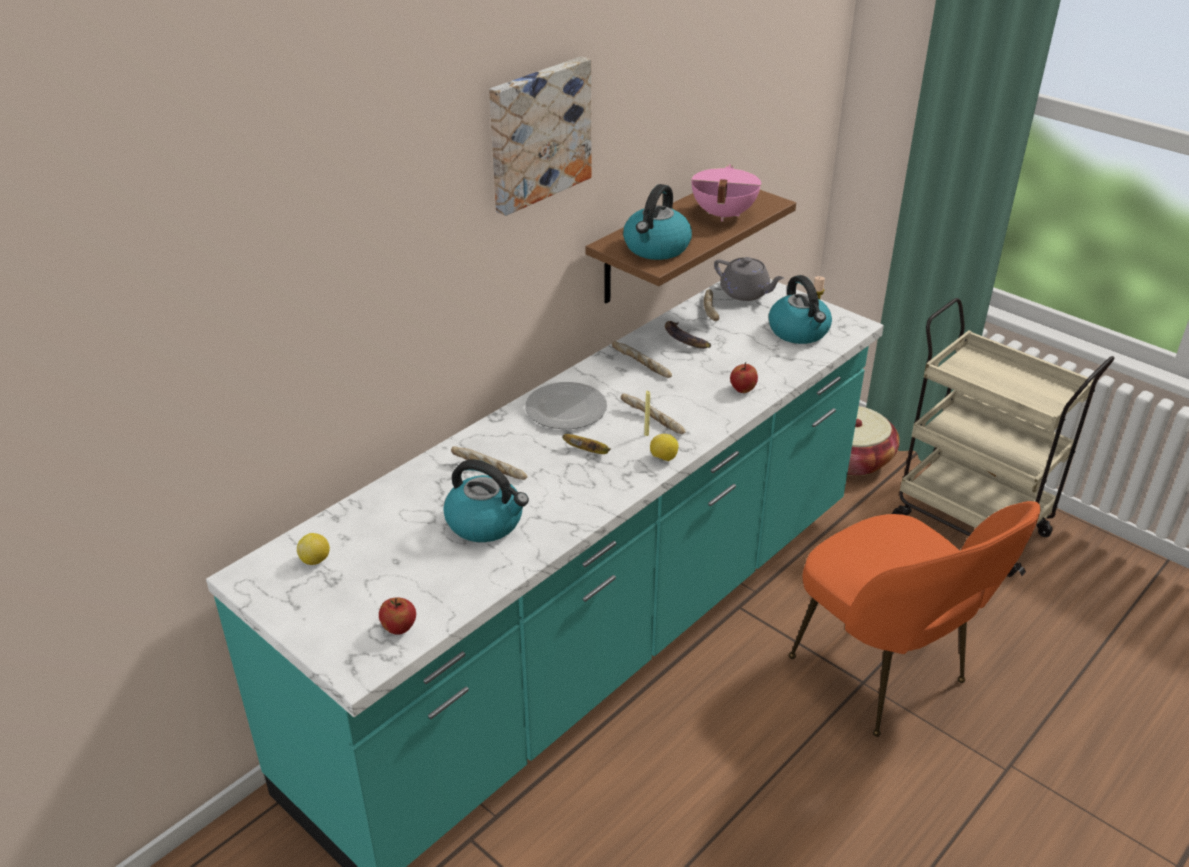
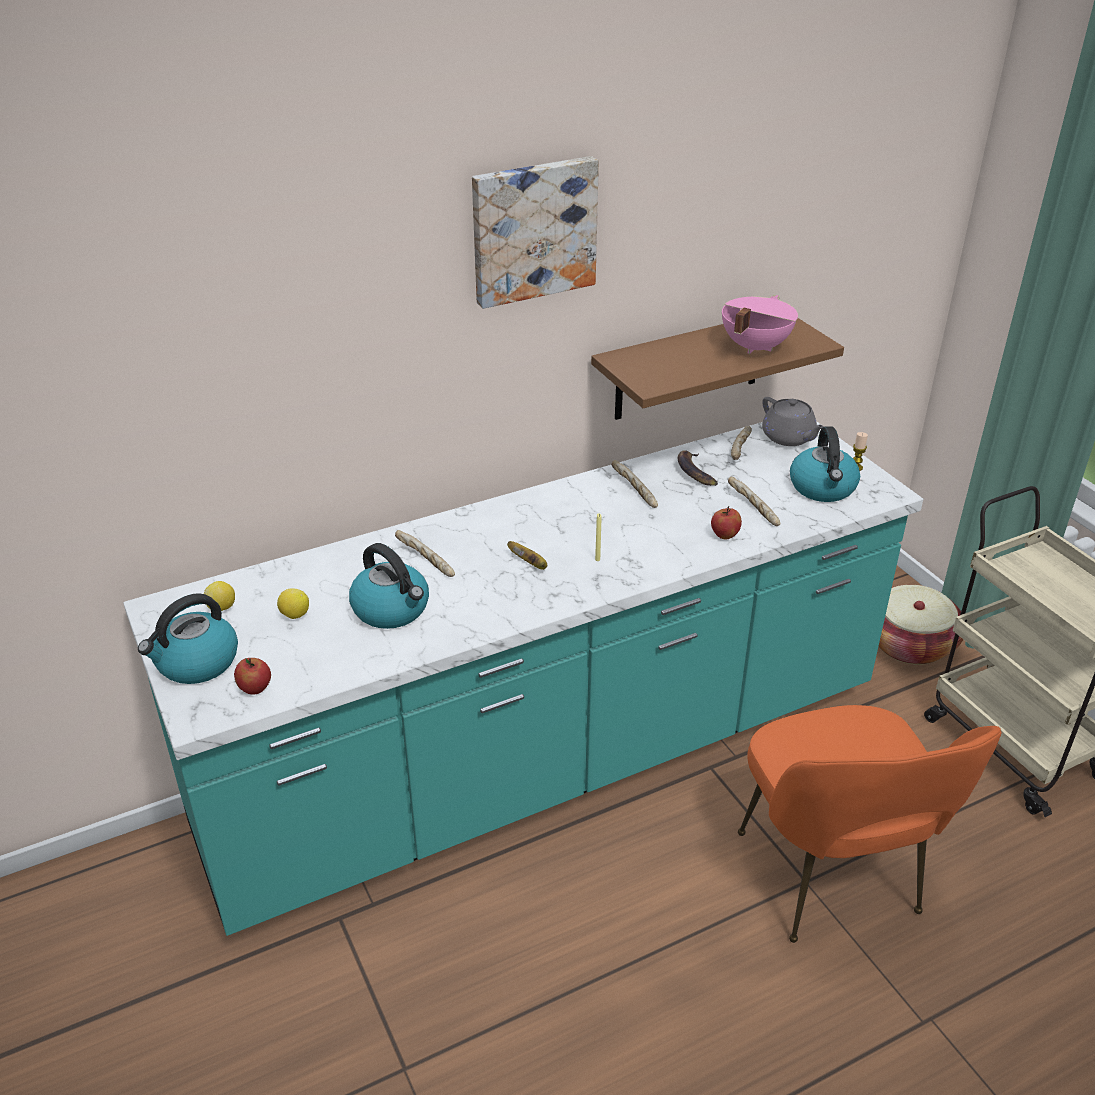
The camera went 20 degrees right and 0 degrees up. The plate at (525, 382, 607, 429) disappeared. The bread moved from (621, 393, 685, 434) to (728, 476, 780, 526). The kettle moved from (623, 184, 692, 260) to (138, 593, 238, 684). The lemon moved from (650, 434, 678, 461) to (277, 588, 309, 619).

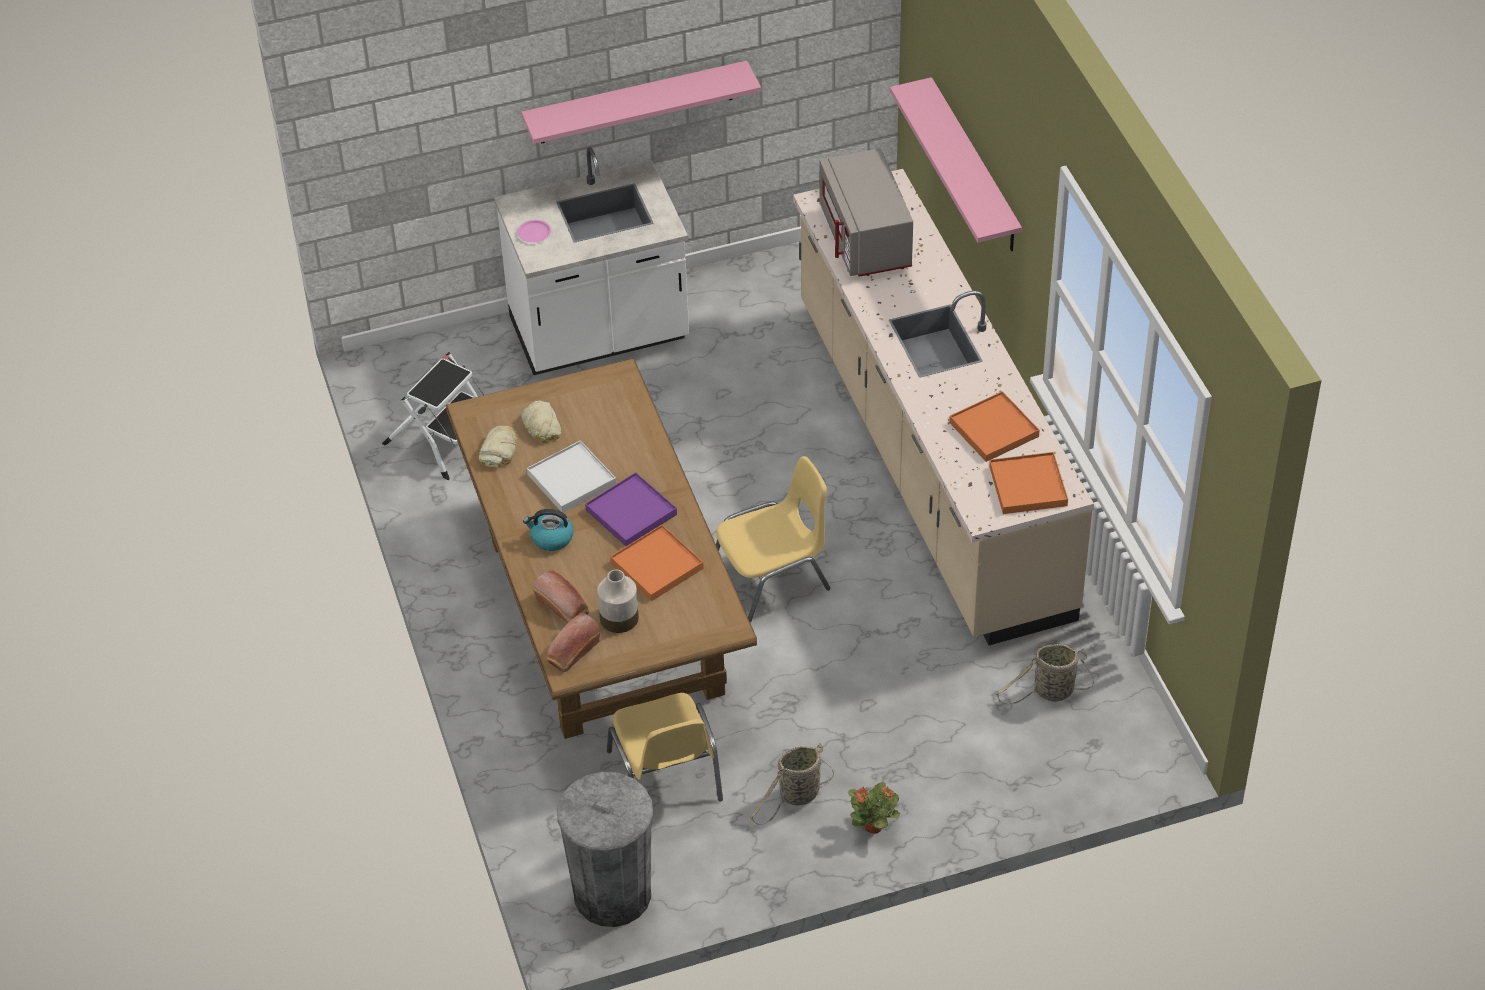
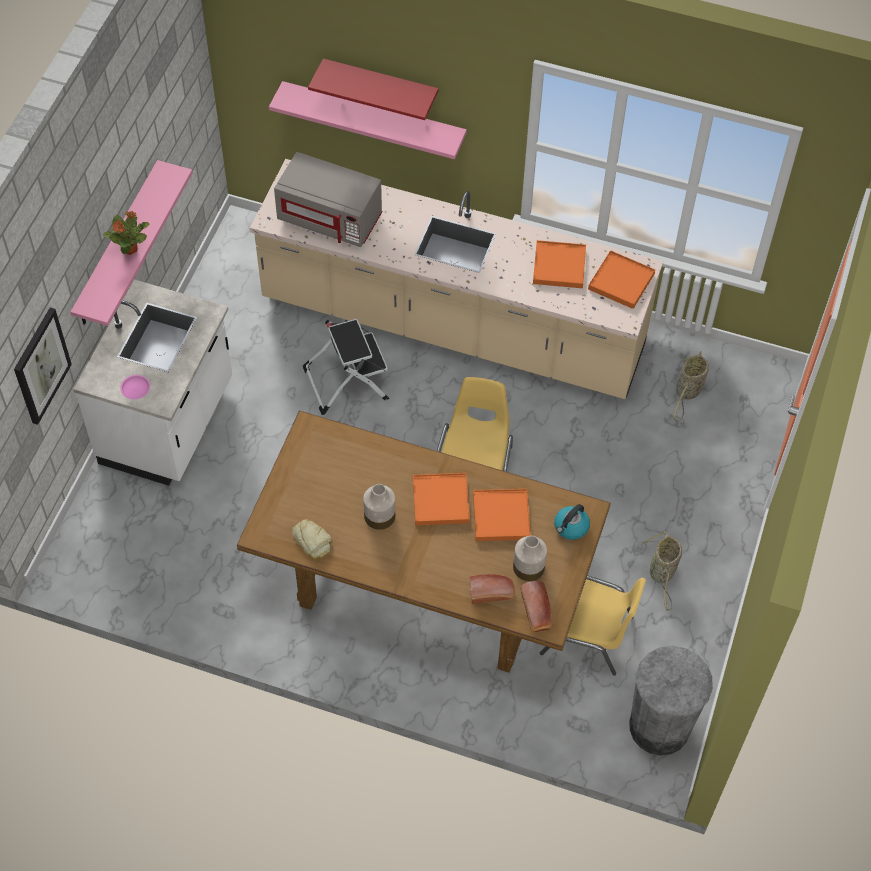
The camera went 55 degrees left and 10 degrees up. The step ladder moved from (382, 352, 484, 480) to (303, 319, 389, 415). The bread at (521, 400, 561, 443) disappeared. The kettle moved from (523, 509, 573, 551) to (554, 504, 590, 540). The white tray at (527, 440, 616, 512) was replaced by the beige vase at (363, 484, 395, 530). The purple tray at (585, 472, 677, 546) became the orange tray at (413, 473, 470, 525). The potted plant moved from (848, 782, 900, 833) to (103, 211, 149, 255). The picture at (14, 307, 72, 425) appeared. The red shelf at (308, 58, 439, 120) appeared.

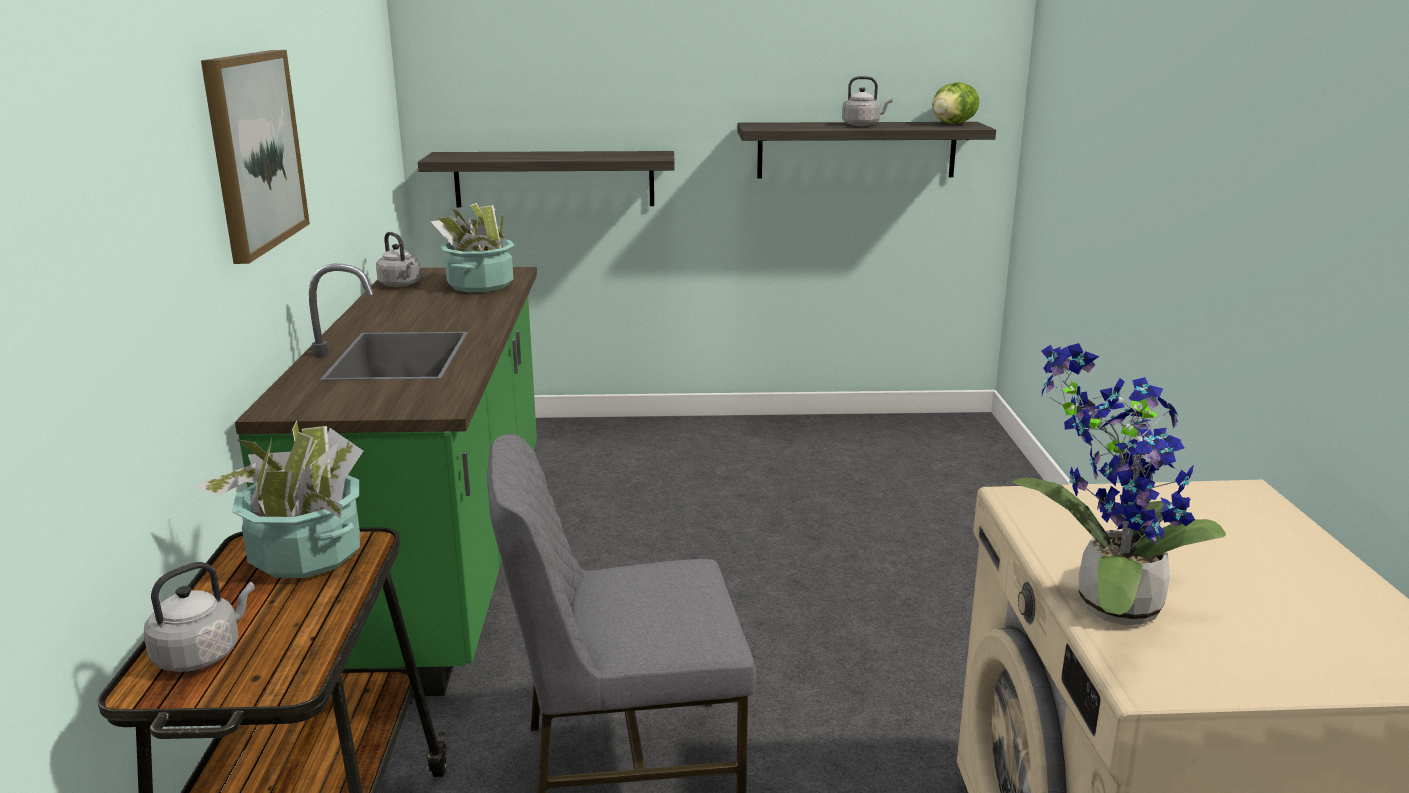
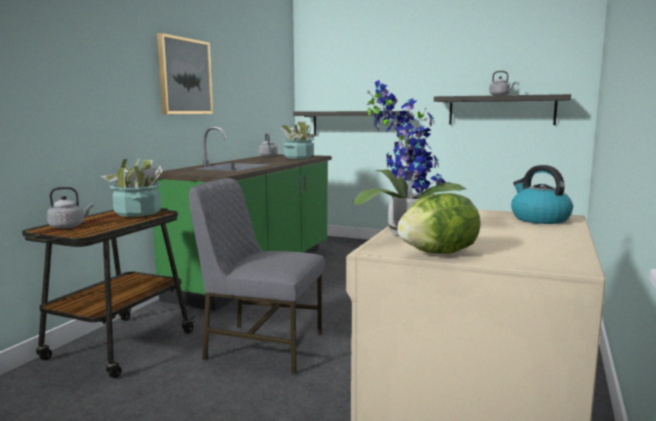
The camera went 25 degrees right and 10 degrees down. The lettuce moved from (932, 82, 979, 124) to (397, 193, 481, 254). The kettle at (511, 165, 573, 224) appeared.

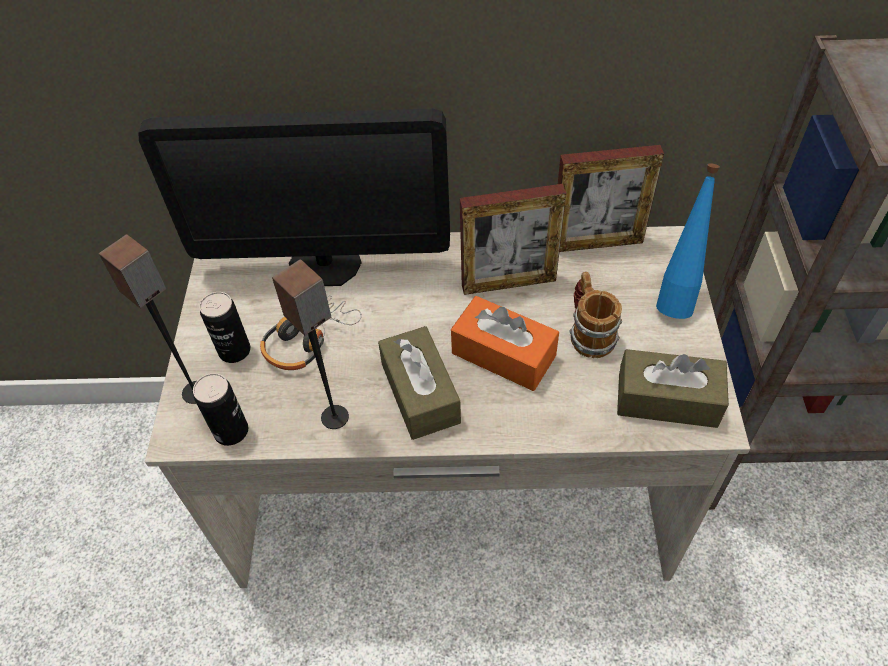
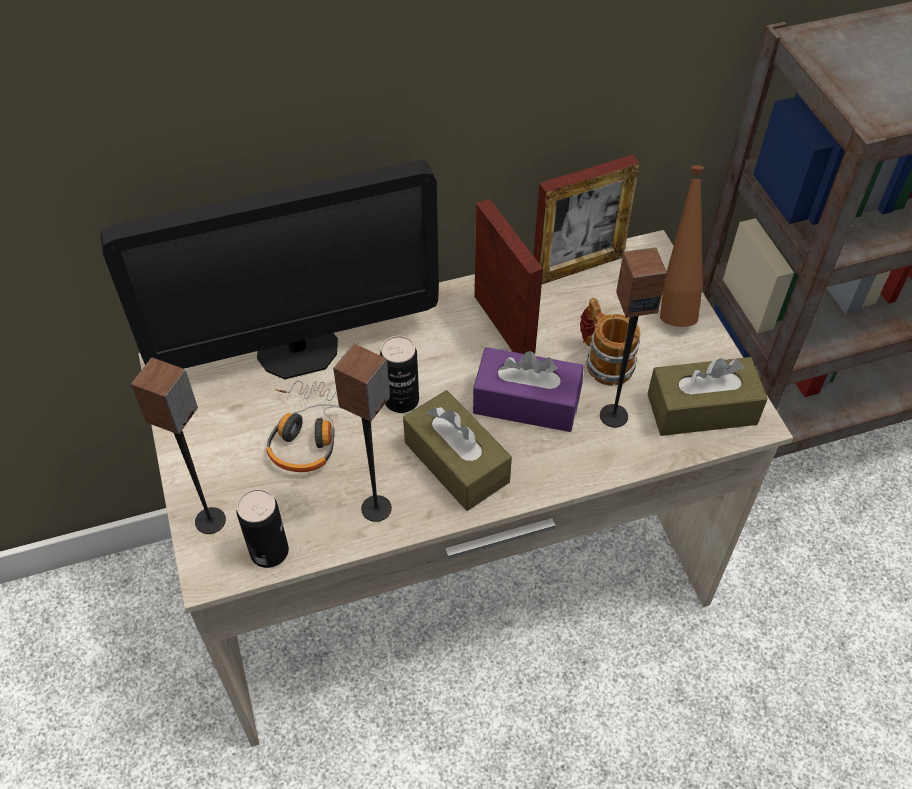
The camera went 20 degrees left and 0 degrees up. The can moved from (199, 292, 251, 363) to (380, 336, 419, 413). The orange tissue box at (451, 296, 559, 391) became the purple tissue box at (473, 347, 584, 432). The picture frame at (460, 184, 566, 295) turned 90 degrees counterclockwise. The blue bottle at (656, 164, 720, 319) became the brown bottle at (660, 165, 704, 327). The speaker at (600, 247, 667, 428) appeared.

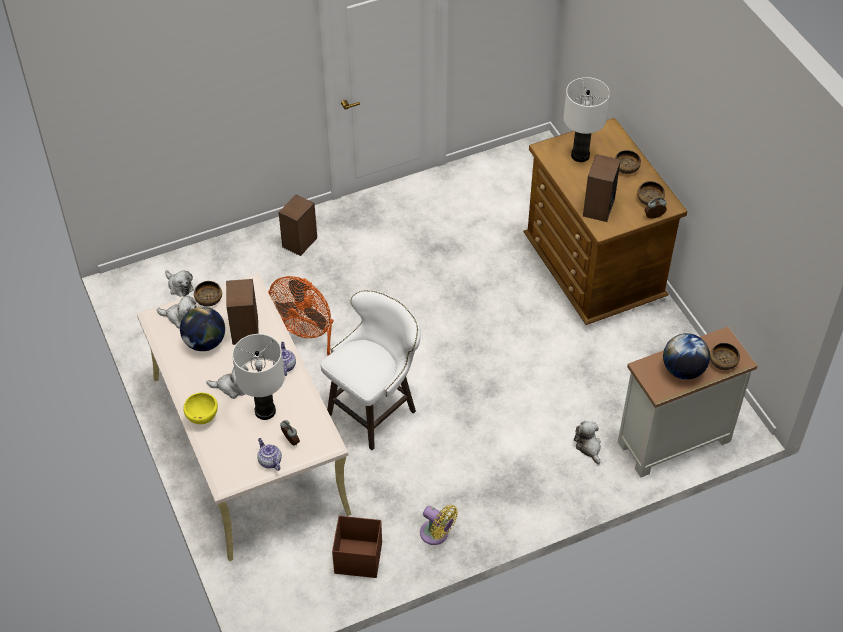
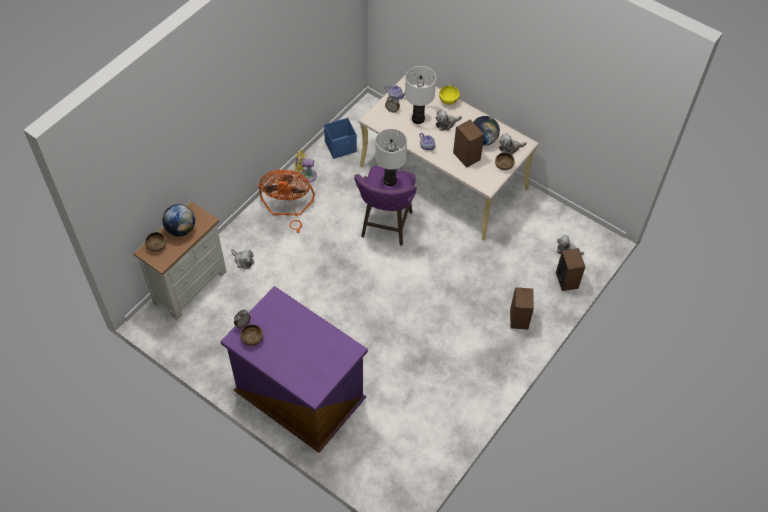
The camera went 150 degrees right and 5 degrees up. The orange fan moved from (268, 276, 334, 356) to (258, 170, 315, 233). The white stool at (321, 290, 421, 450) became the purple stool at (354, 166, 417, 246). The brown storage box at (332, 516, 382, 578) became the blue storage box at (324, 118, 357, 159). The brown dresser at (523, 118, 687, 325) became the purple dresser at (220, 286, 368, 453). The white table lamp moved from (564, 77, 610, 162) to (375, 129, 407, 186). The speaker moved from (583, 154, 621, 222) to (556, 248, 585, 291). The bowl at (615, 150, 641, 174) disappeared.

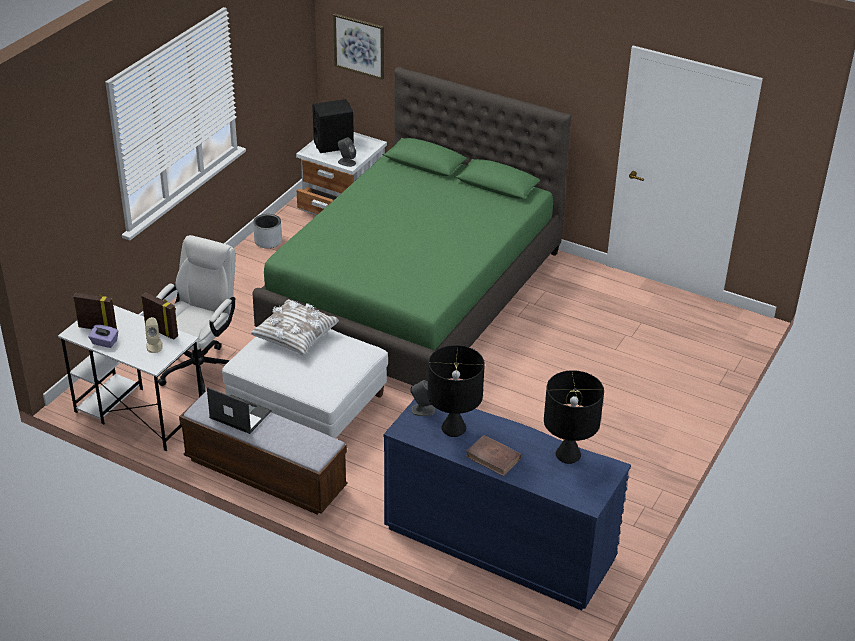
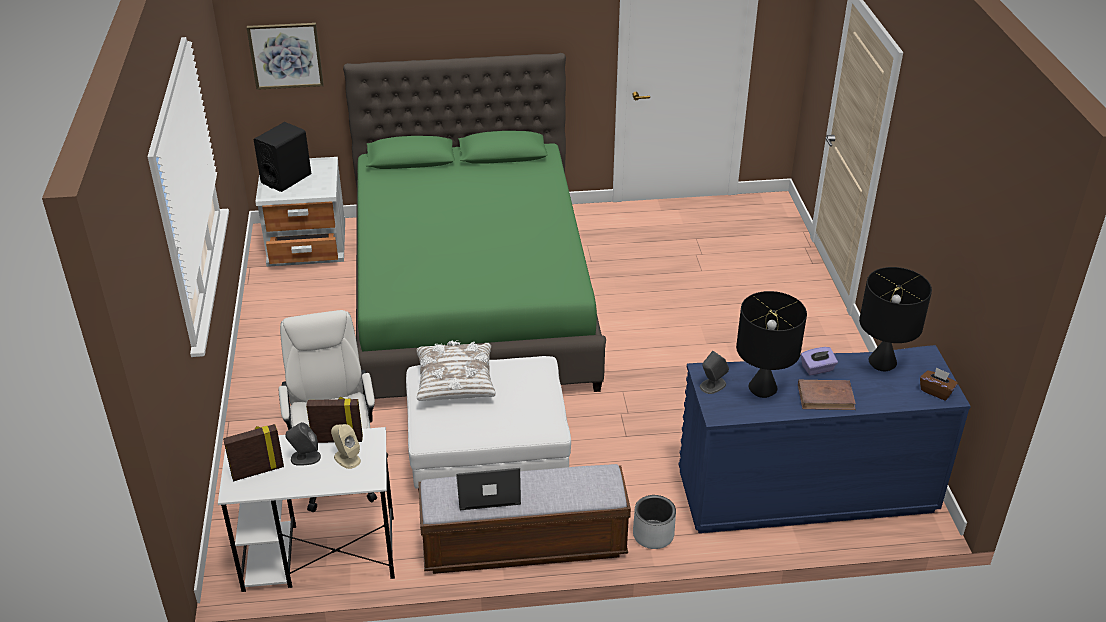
The camera went 35 degrees left and 0 degrees up. The purple tissue box moved from (88, 325, 118, 348) to (801, 347, 838, 375). The grey planter moved from (253, 214, 282, 248) to (633, 495, 676, 549). The grey speaker moved from (337, 138, 356, 167) to (285, 422, 321, 466). The brown tissue box at (920, 367, 958, 400) appeared.

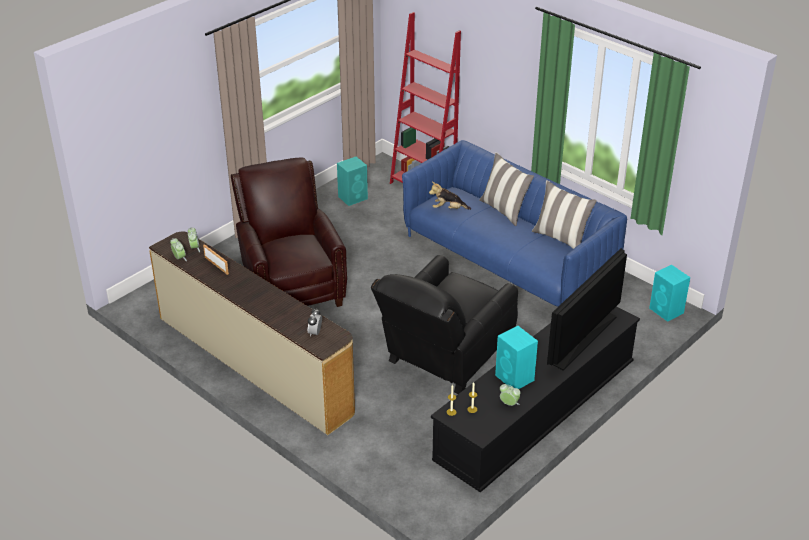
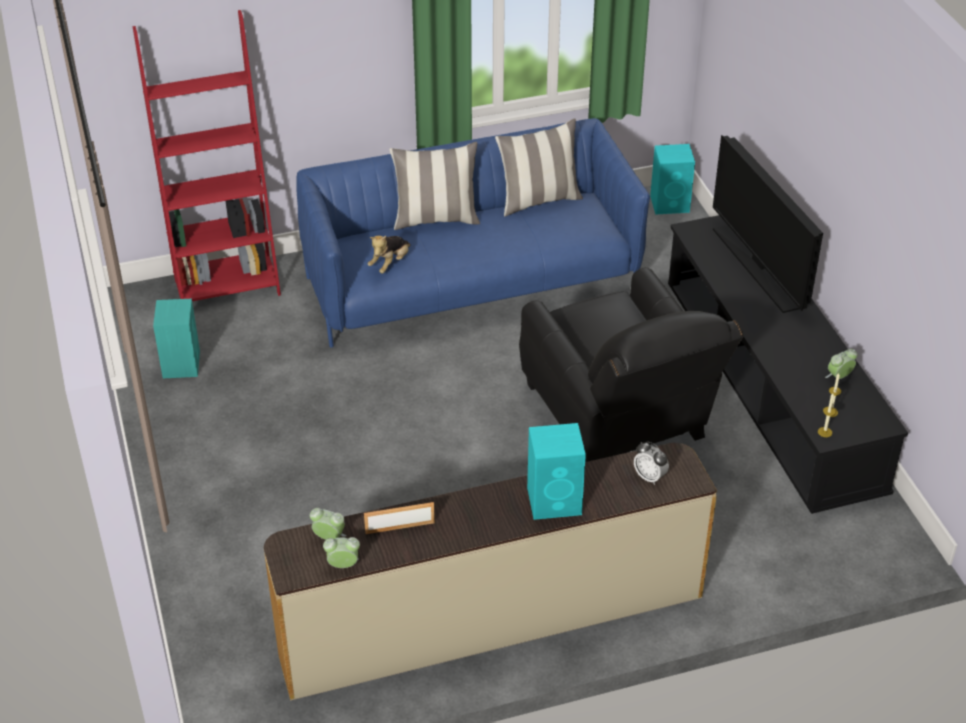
The camera went 60 degrees left and 5 degrees up. The brown armchair at (231, 158, 347, 307) disappeared. The turquoise speaker moved from (495, 326, 538, 389) to (527, 423, 586, 520).

